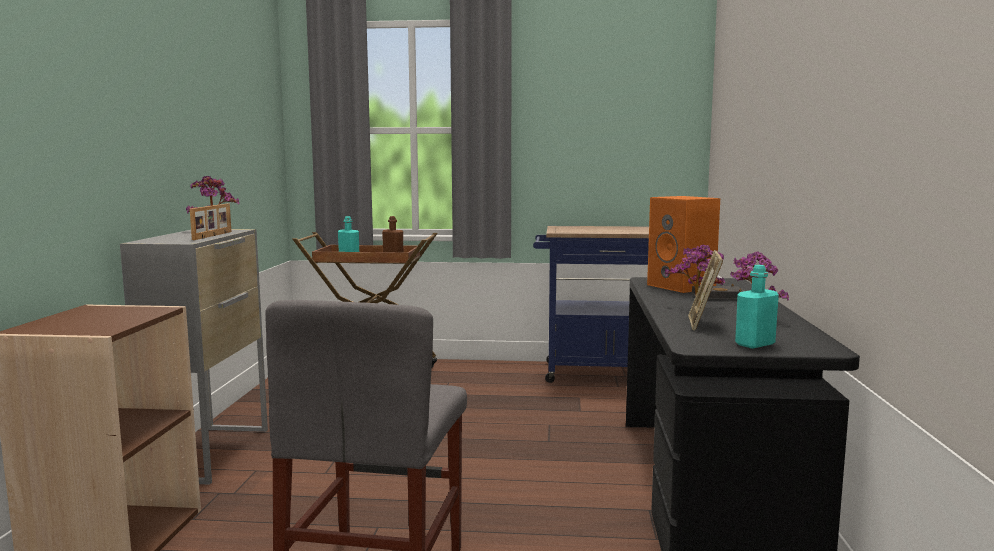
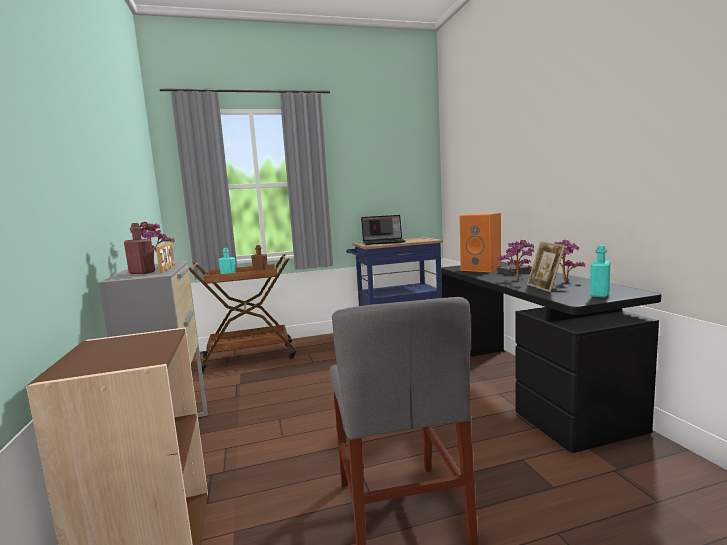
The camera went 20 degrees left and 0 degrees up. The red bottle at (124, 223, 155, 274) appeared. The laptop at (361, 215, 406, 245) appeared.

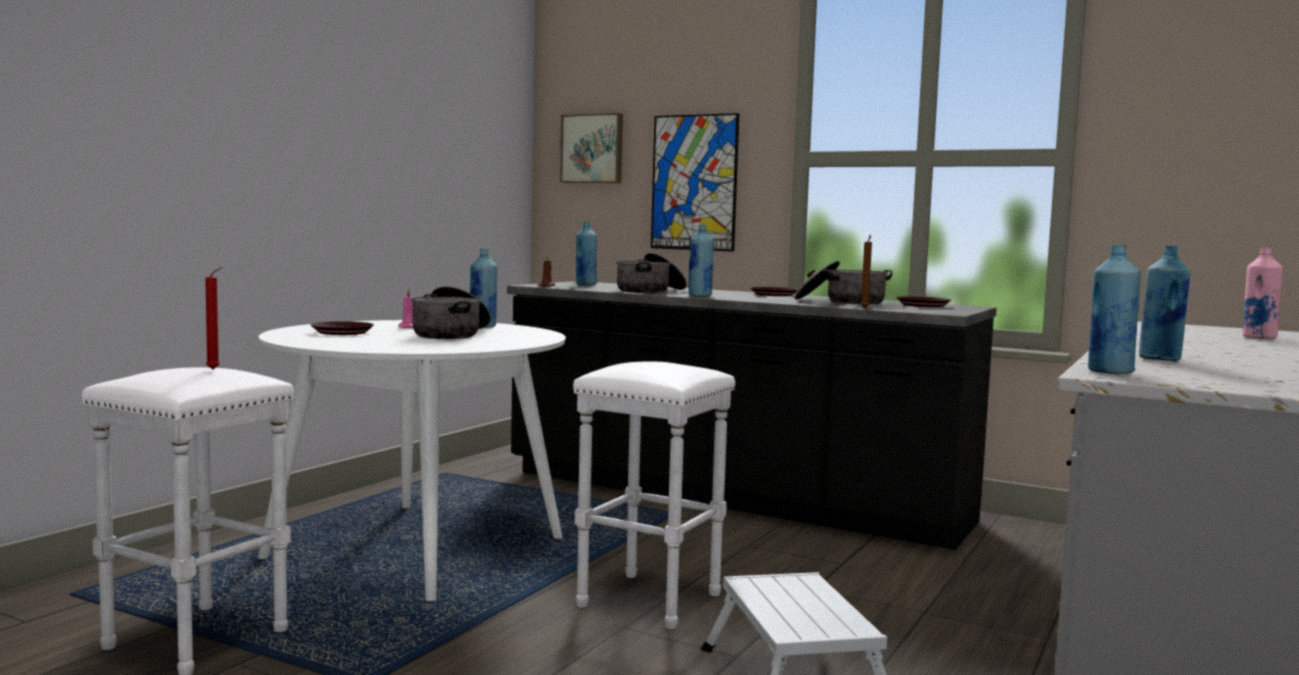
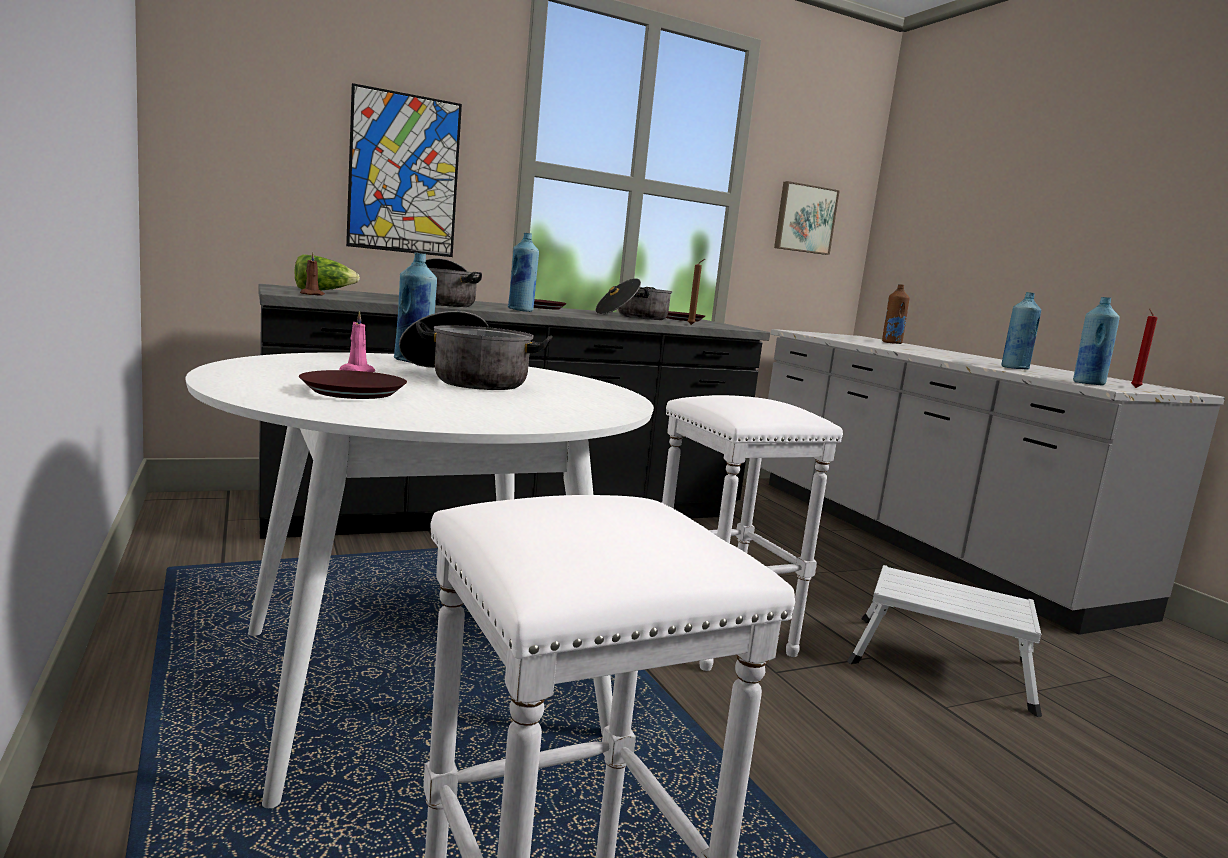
The camera went 55 degrees left and 5 degrees up. The red candle moved from (205, 267, 223, 370) to (1131, 308, 1158, 388). The picture moved from (560, 113, 623, 183) to (774, 181, 840, 255). The blue bottle at (576, 222, 597, 285) was replaced by the lettuce at (294, 254, 360, 290). The pink bottle at (1242, 248, 1283, 339) became the brown bottle at (882, 284, 910, 344).

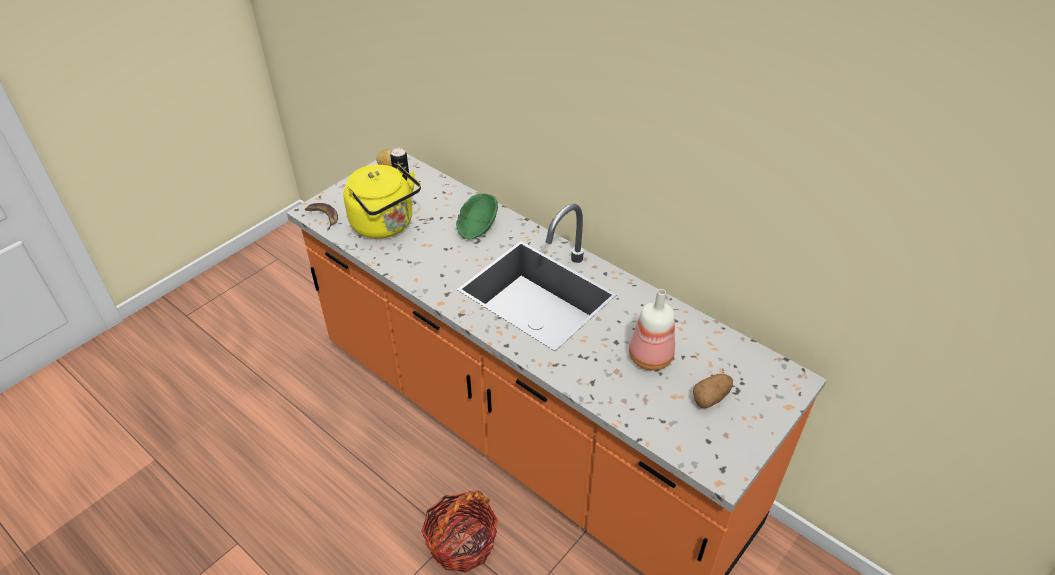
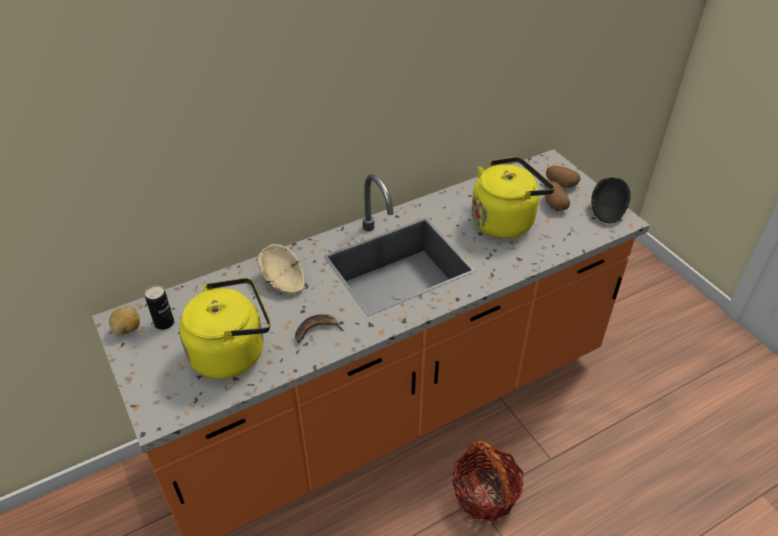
The camera went 70 degrees left and 0 degrees up. The banana moved from (305, 203, 338, 231) to (295, 314, 344, 343). The green bowl at (456, 193, 498, 240) became the beige bowl at (257, 244, 305, 294). The bottle at (629, 289, 675, 370) was replaced by the yellow kettle at (471, 157, 555, 238). The potato at (546, 165, 580, 188) appeared. The black bowl at (591, 177, 631, 224) appeared.

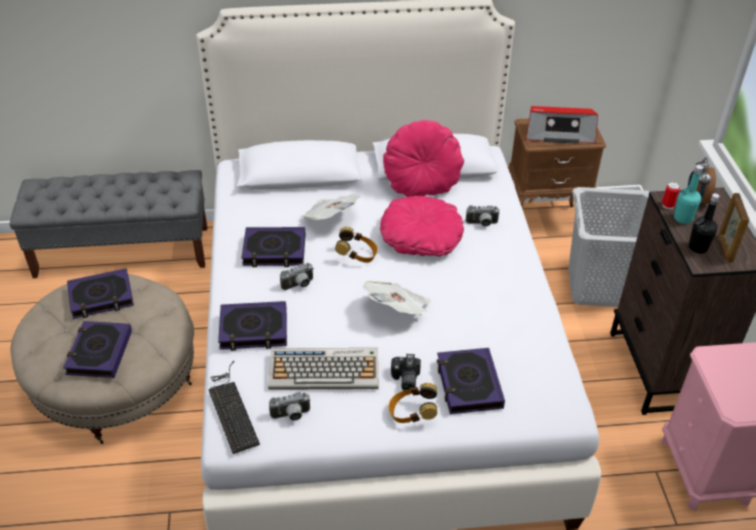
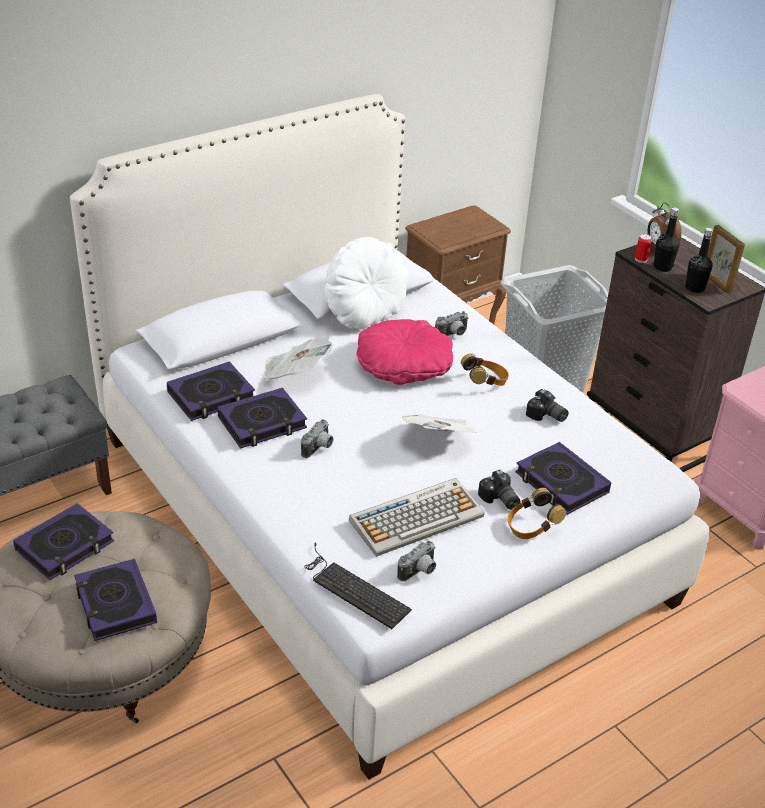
The camera went 30 degrees left and 5 degrees down. The book moved from (218, 301, 287, 351) to (167, 362, 255, 421). The headphones moved from (335, 227, 378, 263) to (461, 354, 509, 386). The pink pillow at (383, 120, 464, 197) became the white pillow at (325, 237, 409, 329). The radio at (526, 106, 598, 144) disappeared. The turquoise bottle at (674, 165, 703, 224) became the black bottle at (654, 208, 680, 272). The photo camera at (526, 389, 569, 422) appeared.

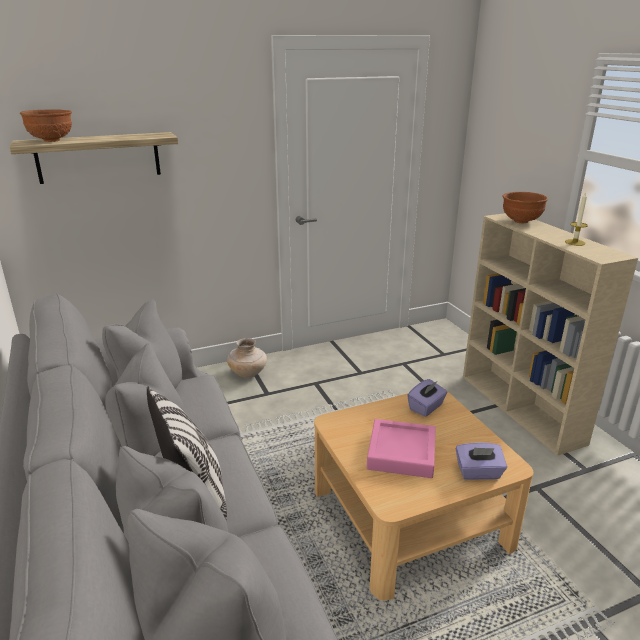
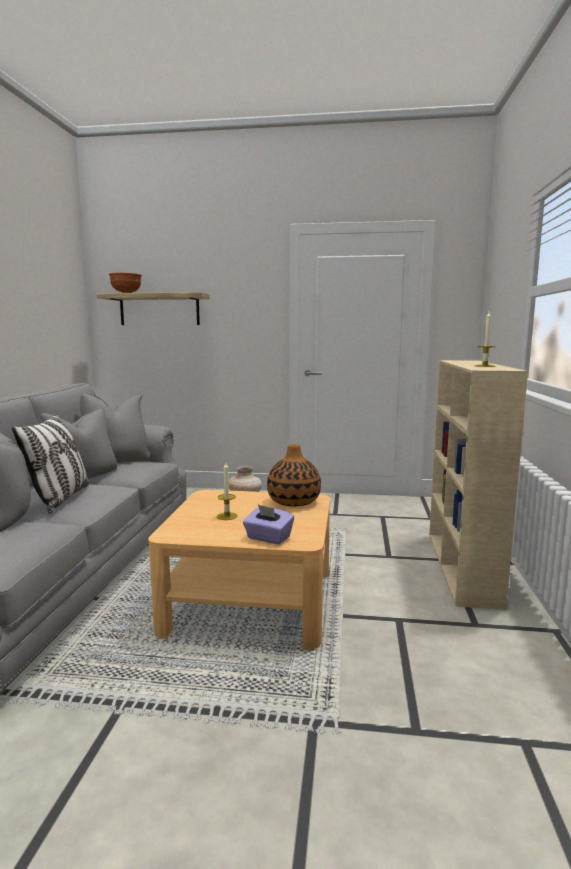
The camera went 30 degrees right and 15 degrees down. The pink tray at (367, 419, 436, 478) was replaced by the candle at (217, 463, 237, 520). The purple tissue box at (407, 379, 448, 417) was replaced by the vase at (267, 444, 321, 506). The brown bowl at (503, 192, 548, 223) disappeared.

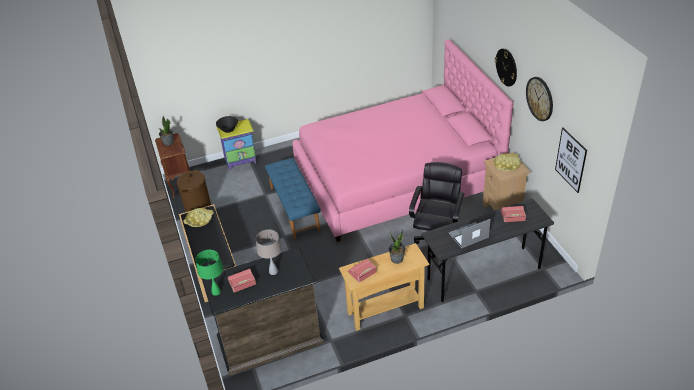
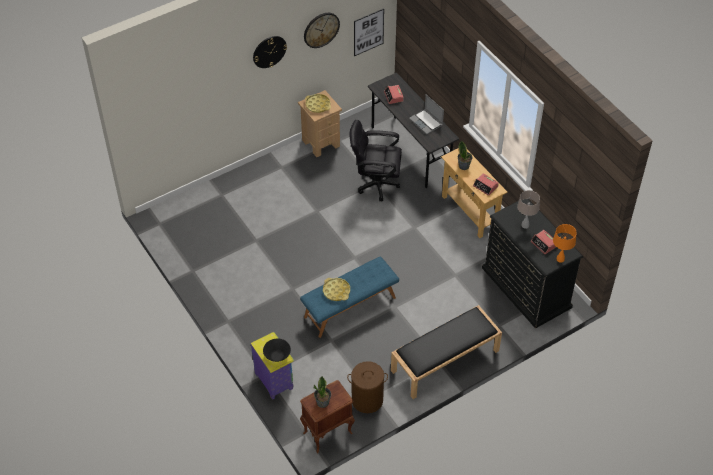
The camera went 105 degrees left and 10 degrees up. The yellow tray moved from (183, 208, 214, 227) to (323, 278, 350, 301). The green table lamp at (195, 250, 223, 296) became the orange table lamp at (553, 224, 577, 263). The pink bed at (292, 39, 513, 242) disappeared.

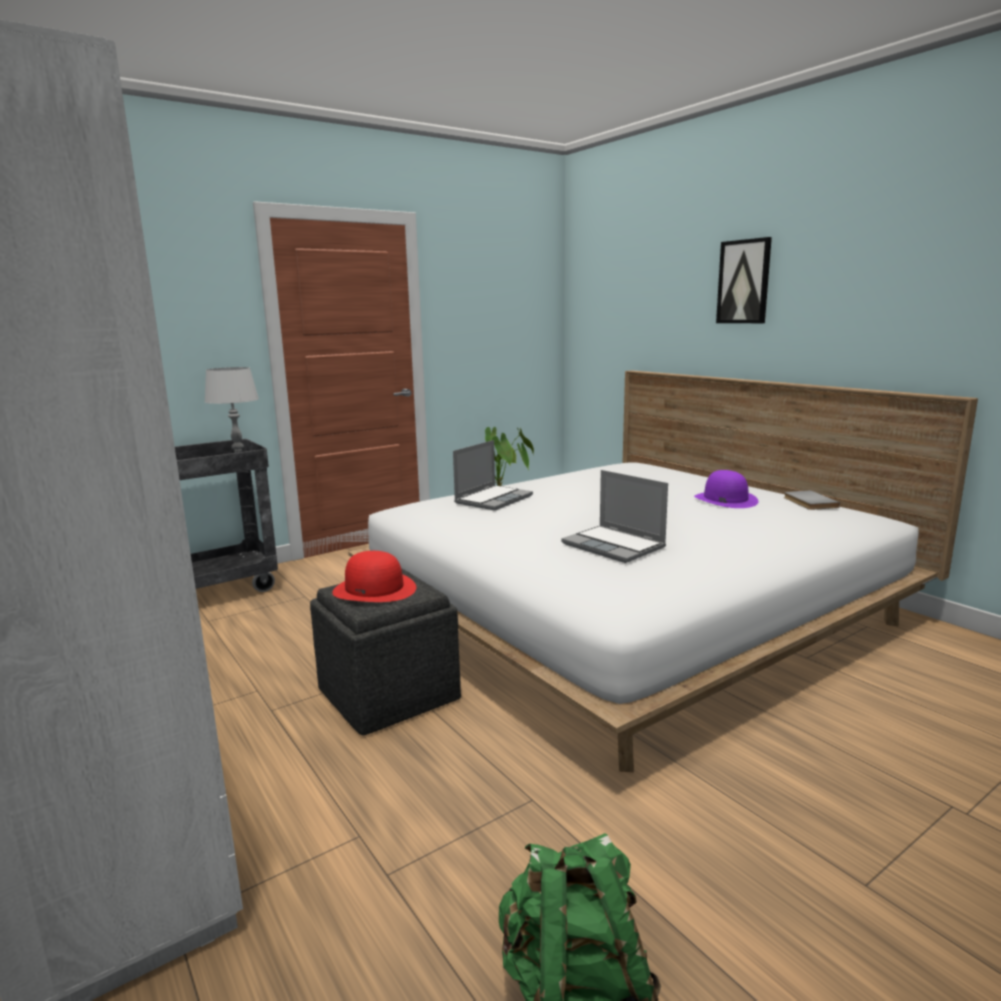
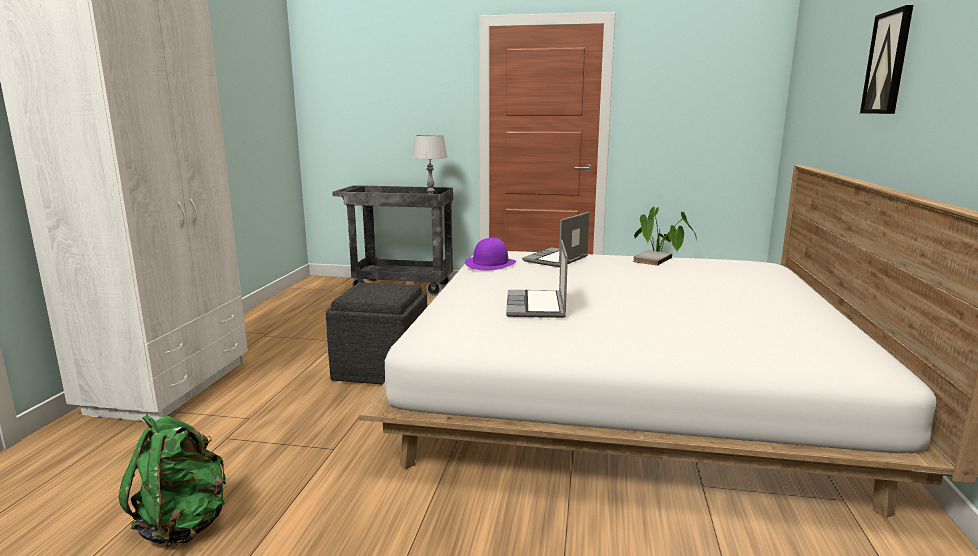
The camera went 45 degrees right and 0 degrees up. The red hat at (332, 551, 416, 602) disappeared. The laptop at (453, 440, 533, 511) turned 135 degrees clockwise. The purple hat moved from (694, 470, 758, 508) to (465, 238, 516, 270). The grey book moved from (784, 490, 840, 510) to (633, 250, 672, 266).

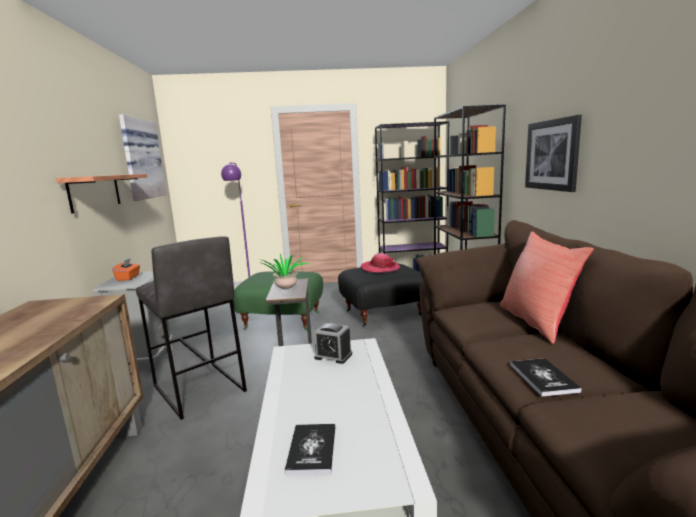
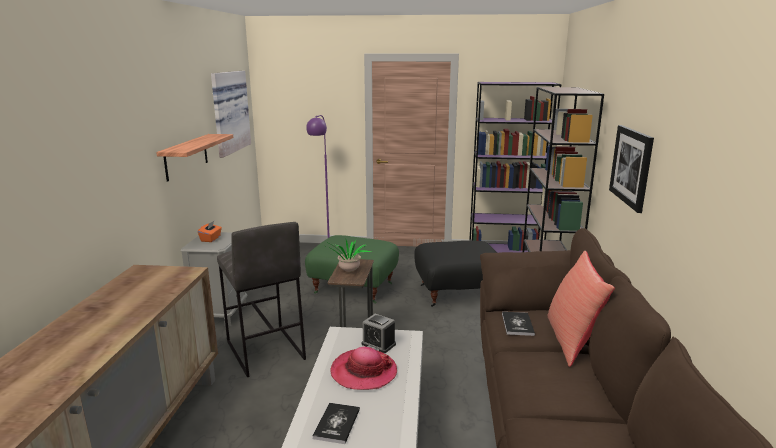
The camera went 10 degrees right and 5 degrees up. The hat moved from (361, 253, 400, 273) to (330, 347, 397, 390). The book moved from (510, 358, 582, 397) to (502, 312, 535, 336).

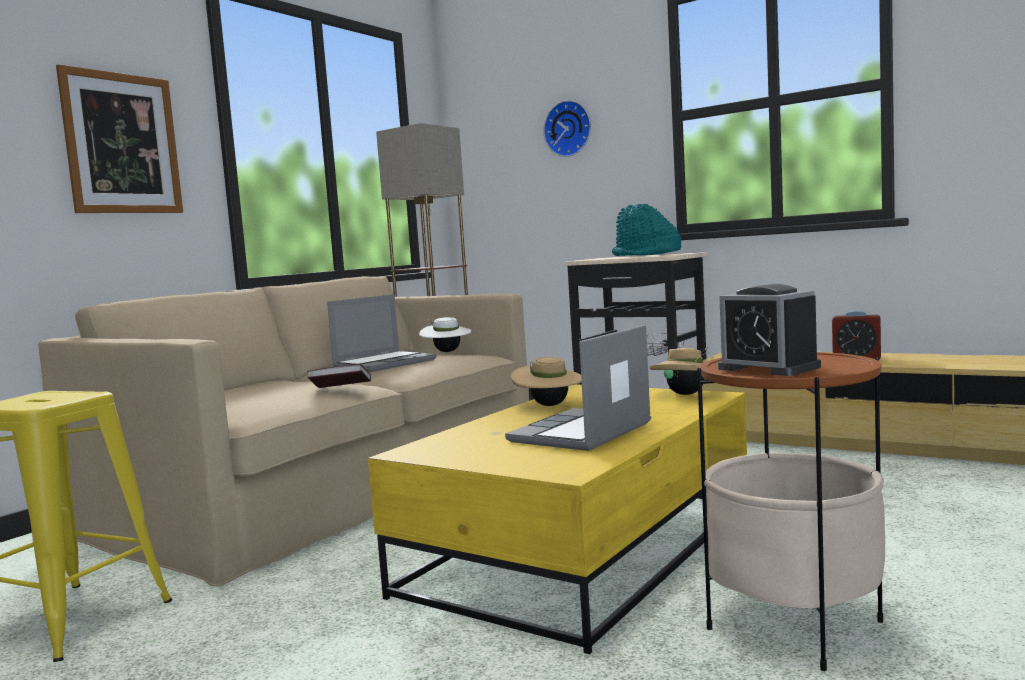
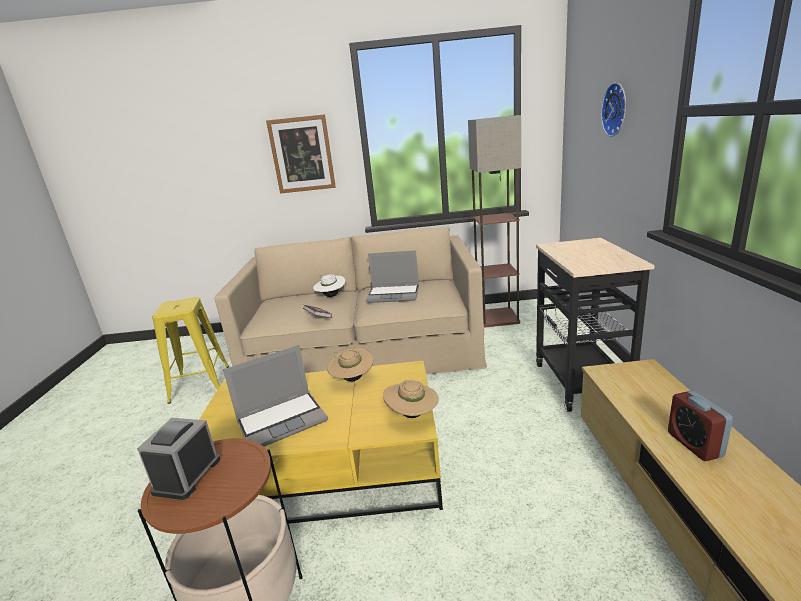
The camera went 55 degrees right and 15 degrees up. The white hat moved from (419, 317, 471, 352) to (313, 274, 346, 297). The laptop at (505, 325, 651, 451) turned 150 degrees clockwise. The turquoise hat at (612, 204, 681, 256) disappeared.

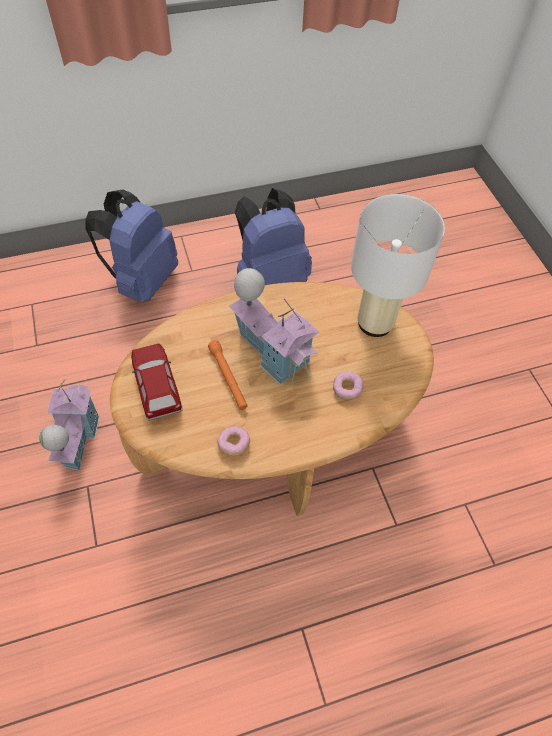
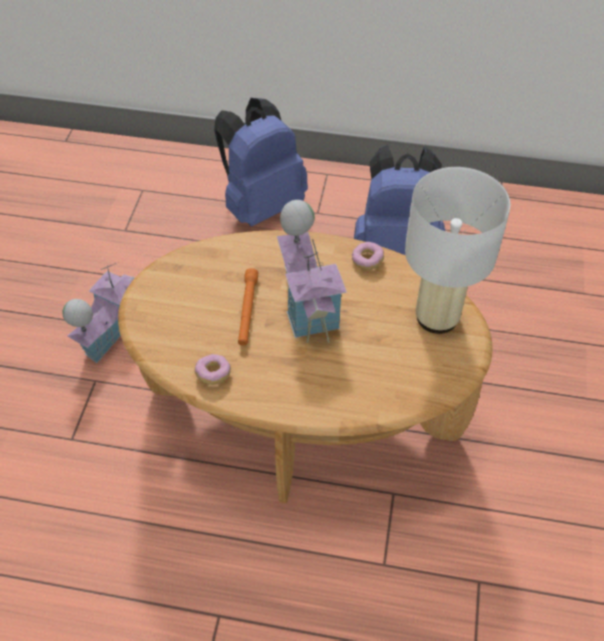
The camera went 30 degrees right and 5 degrees down. The toy car at (131, 343, 183, 421) disappeared. The donut moved from (333, 372, 364, 400) to (352, 242, 384, 270).

